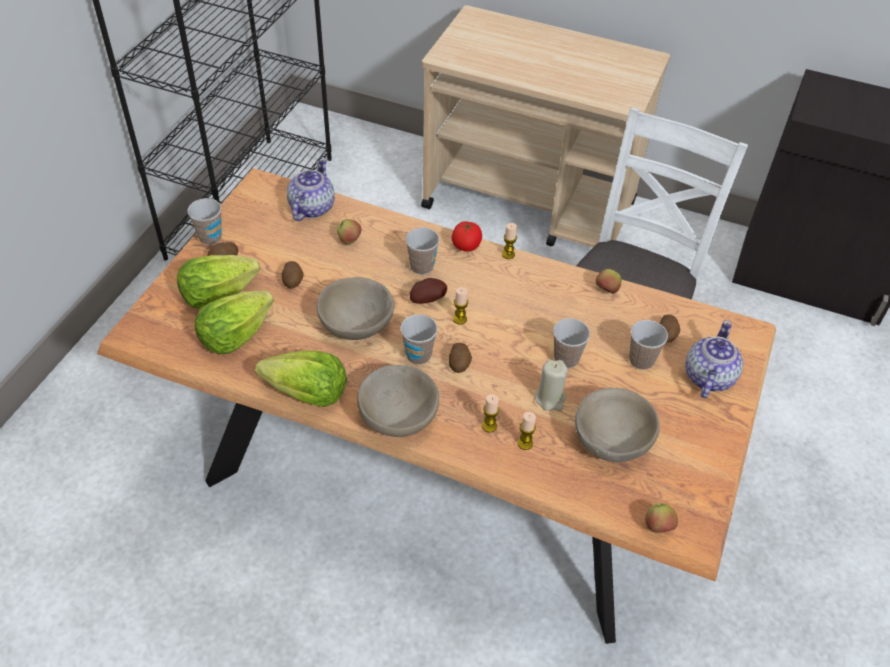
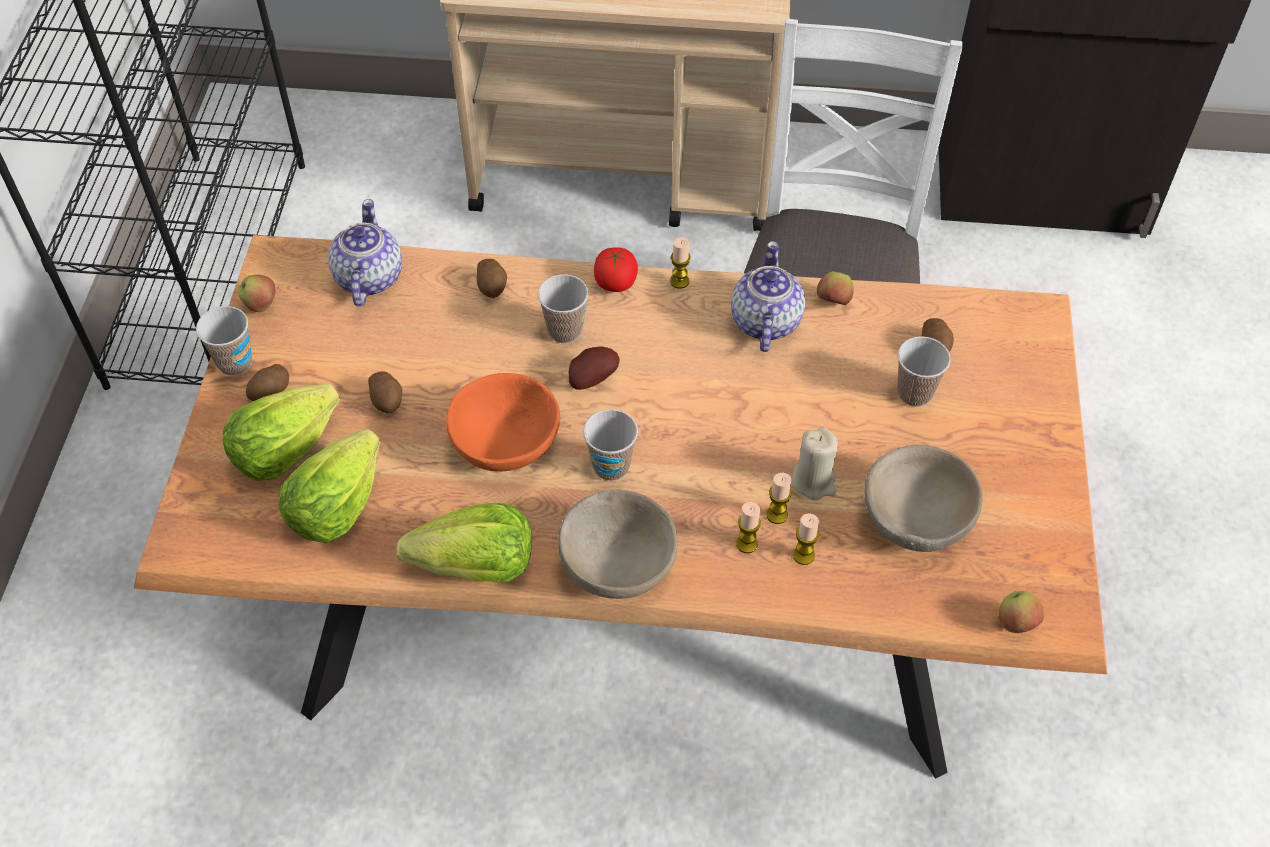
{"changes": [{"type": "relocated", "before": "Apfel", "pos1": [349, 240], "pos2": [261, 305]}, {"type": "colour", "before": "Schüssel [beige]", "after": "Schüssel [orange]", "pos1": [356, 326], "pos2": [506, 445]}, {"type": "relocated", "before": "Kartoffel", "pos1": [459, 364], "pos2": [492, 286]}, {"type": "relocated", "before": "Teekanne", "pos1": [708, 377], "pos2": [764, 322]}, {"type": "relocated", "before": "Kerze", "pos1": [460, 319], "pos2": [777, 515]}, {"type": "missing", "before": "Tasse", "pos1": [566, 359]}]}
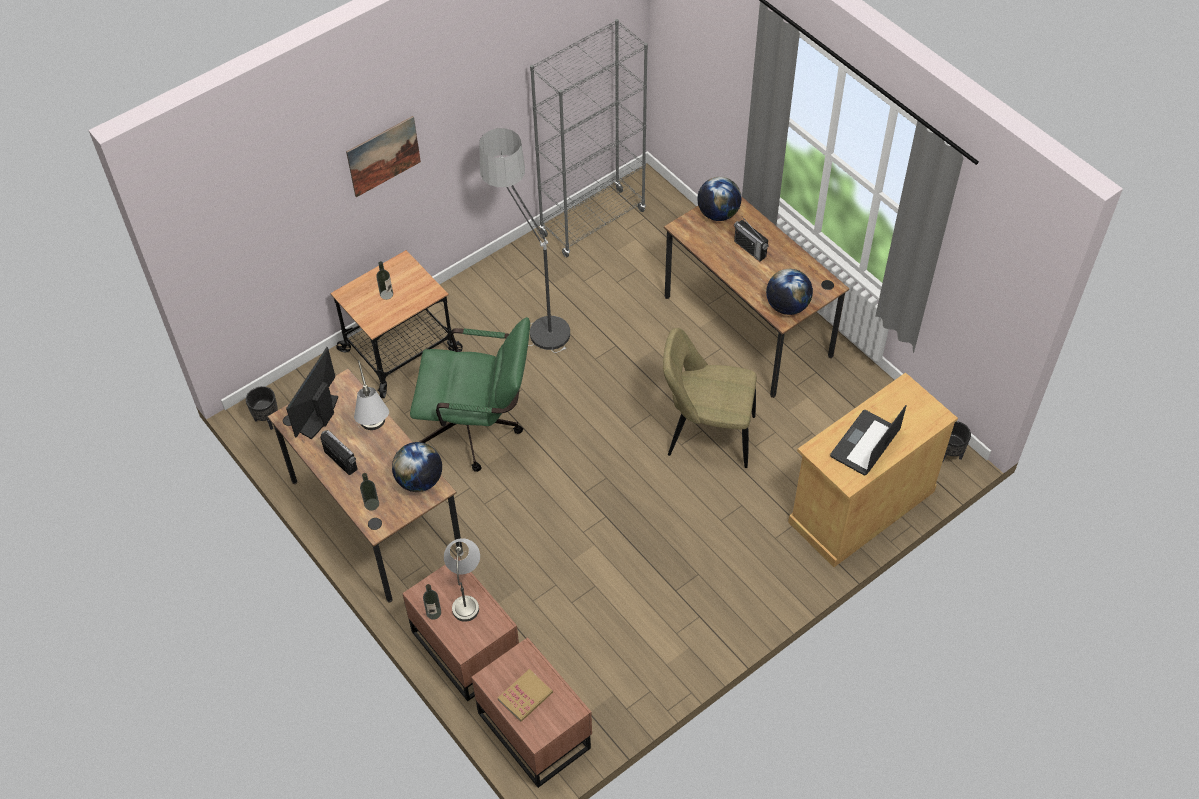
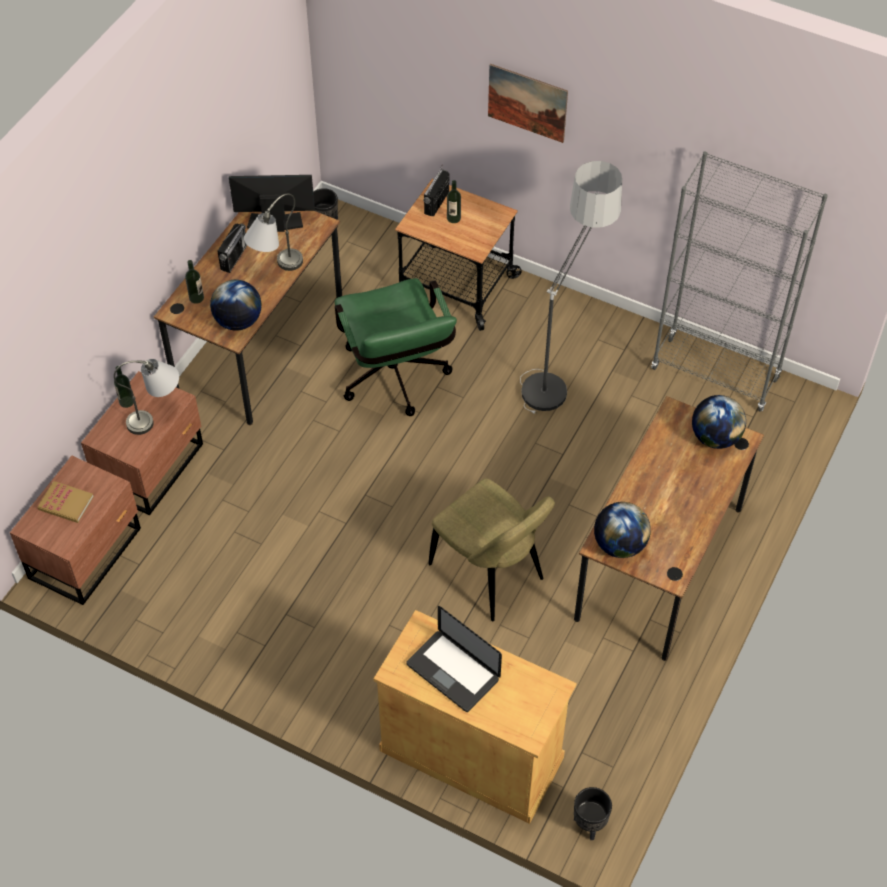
{"changes": [{"type": "spun", "before": "Laptop", "pos1": [865, 444], "pos2": [453, 672], "turn": -150}, {"type": "relocated", "before": "Radio", "pos1": [750, 249], "pos2": [436, 202]}, {"type": "spun", "before": "Stuhl [beige]", "pos1": [706, 435], "pos2": [490, 575], "turn": 150}]}
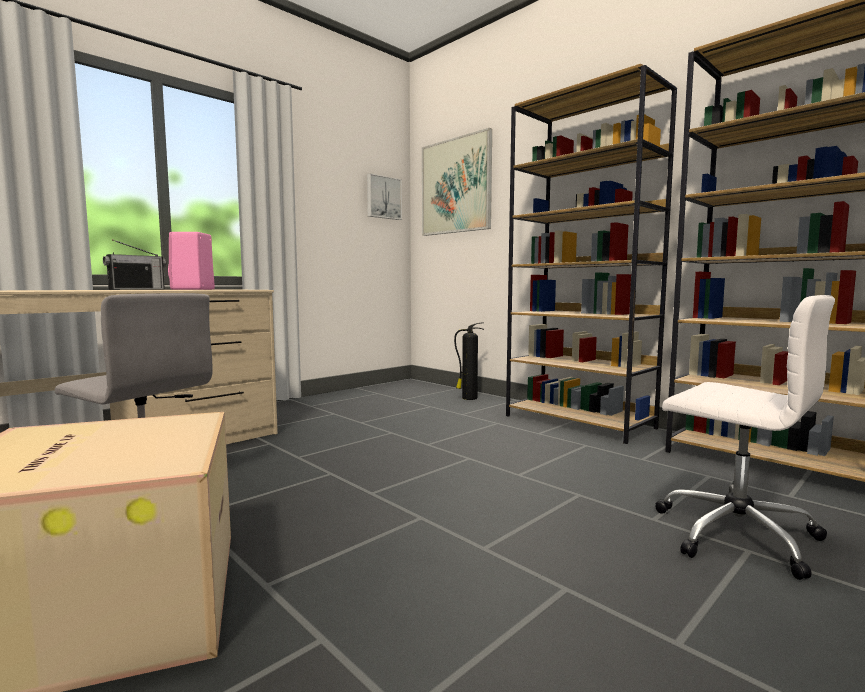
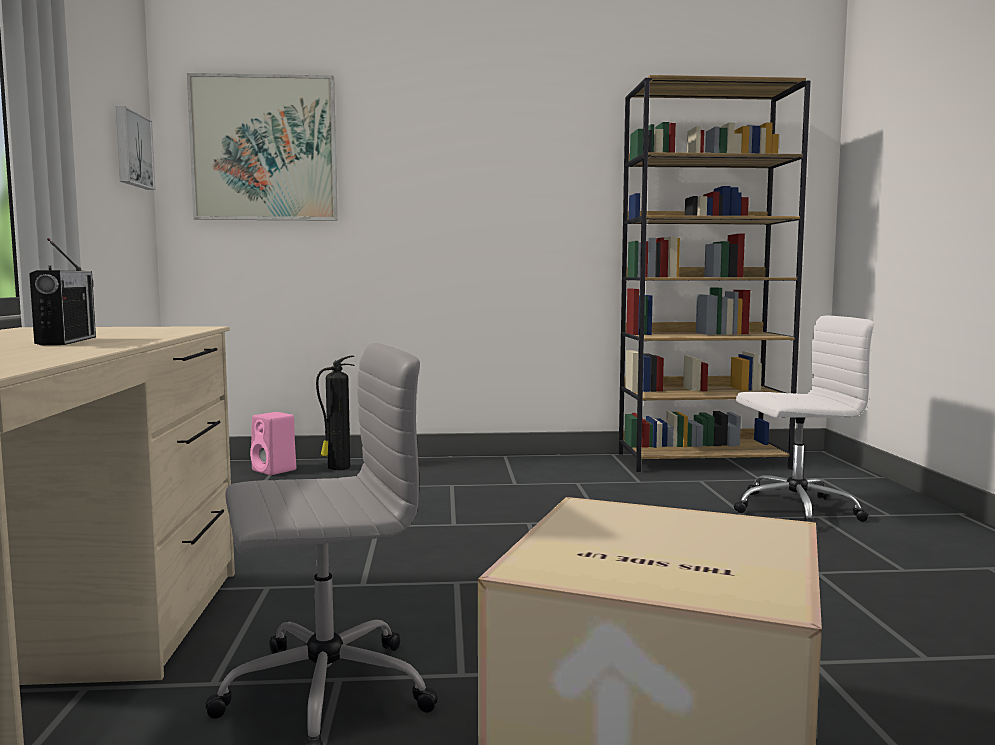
{"changes": [{"type": "relocated", "before": "Lautsprecher [rosa]", "pos1": [192, 289], "pos2": [275, 470]}, {"type": "missing", "before": "Bücherregal [braun]", "pos1": [579, 422]}]}
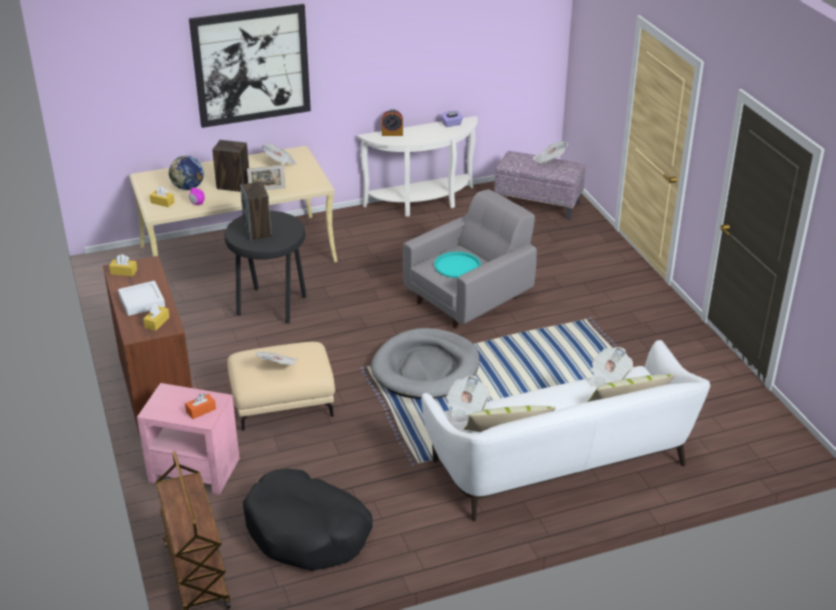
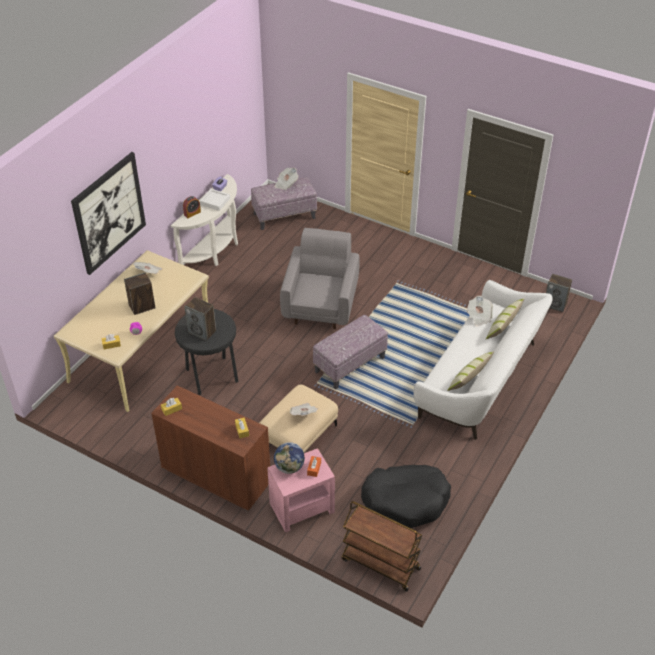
{"changes": [{"type": "relocated", "before": "Tablett [weiß]", "pos1": [142, 301], "pos2": [215, 201]}, {"type": "relocated", "before": "Globus", "pos1": [188, 188], "pos2": [289, 467]}, {"type": "exchanged", "before": "Hundebett [grau]", "after": "Polsterhocker", "pos1": [426, 368], "pos2": [350, 364]}, {"type": "appeared", "after": "Lautsprecher", "pos2": [555, 304]}, {"type": "missing", "before": "Bilderrahmen", "pos1": [267, 189]}, {"type": "missing", "before": "Tablett [türkis]", "pos1": [457, 266]}, {"type": "missing", "before": "Zeitung", "pos1": [466, 409]}]}
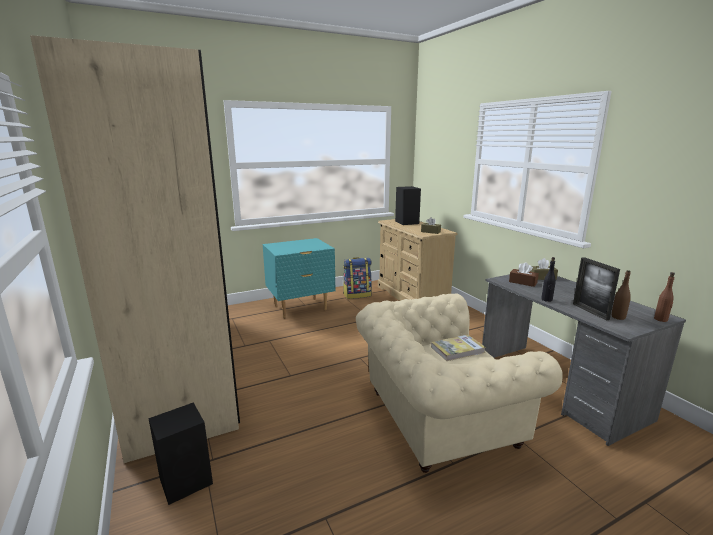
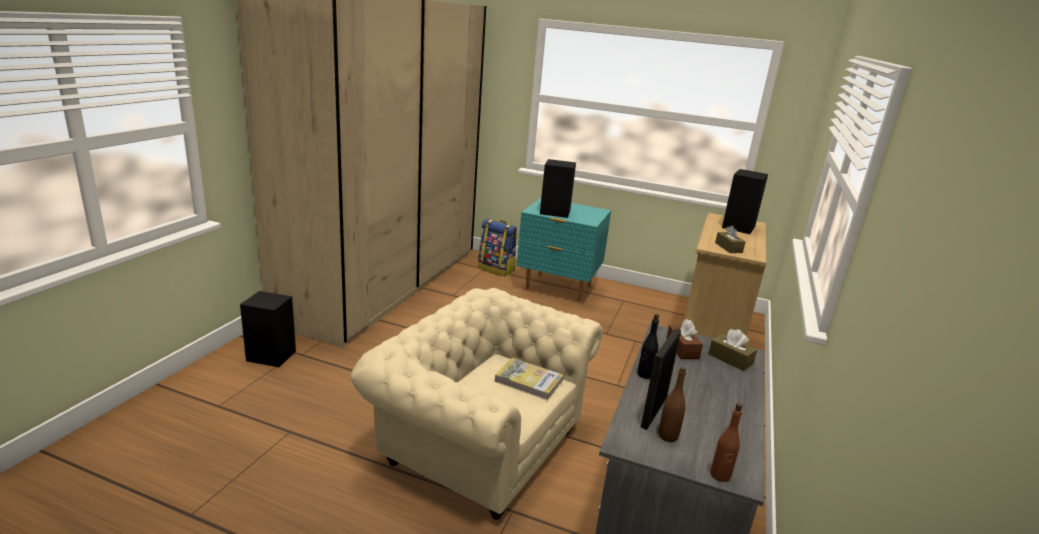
{"changes": [{"type": "relocated", "before": "Rucksack", "pos1": [357, 295], "pos2": [497, 269]}, {"type": "appeared", "after": "Lautsprecher [schwarz]", "pos2": [556, 212]}]}
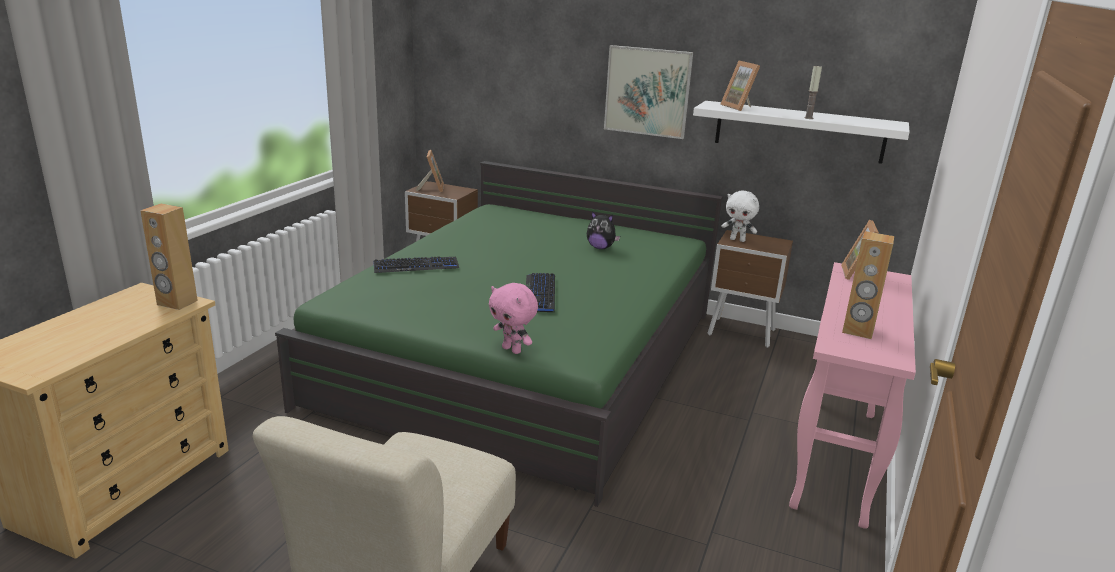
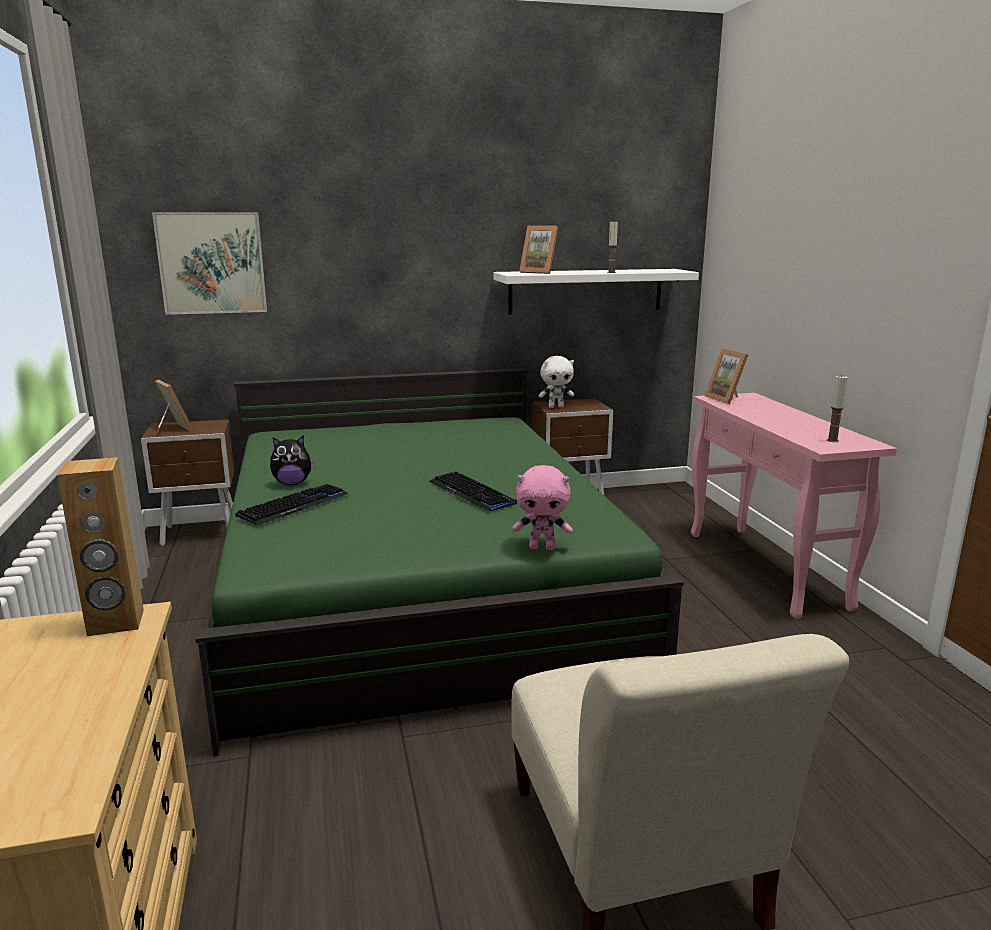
{"changes": [{"type": "relocated", "before": "Bild", "pos1": [647, 91], "pos2": [212, 263]}, {"type": "relocated", "before": "Plüschtier", "pos1": [600, 248], "pos2": [292, 483]}, {"type": "appeared", "after": "Kerze", "pos2": [832, 440]}, {"type": "missing", "before": "Lautsprecher [braun]", "pos1": [858, 331]}]}
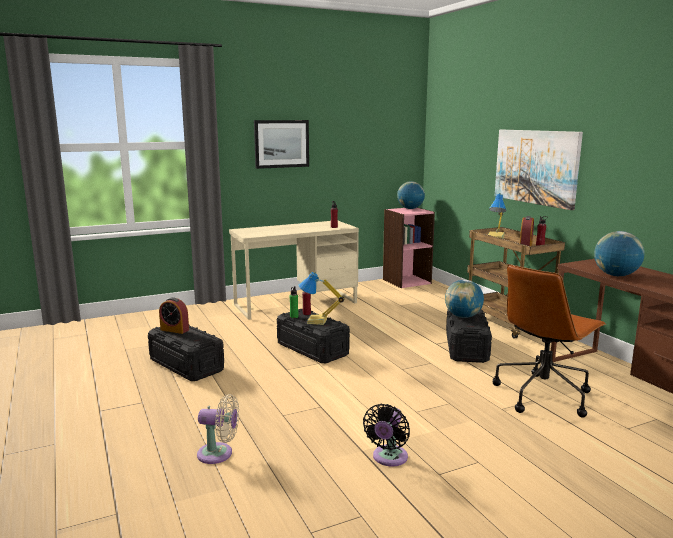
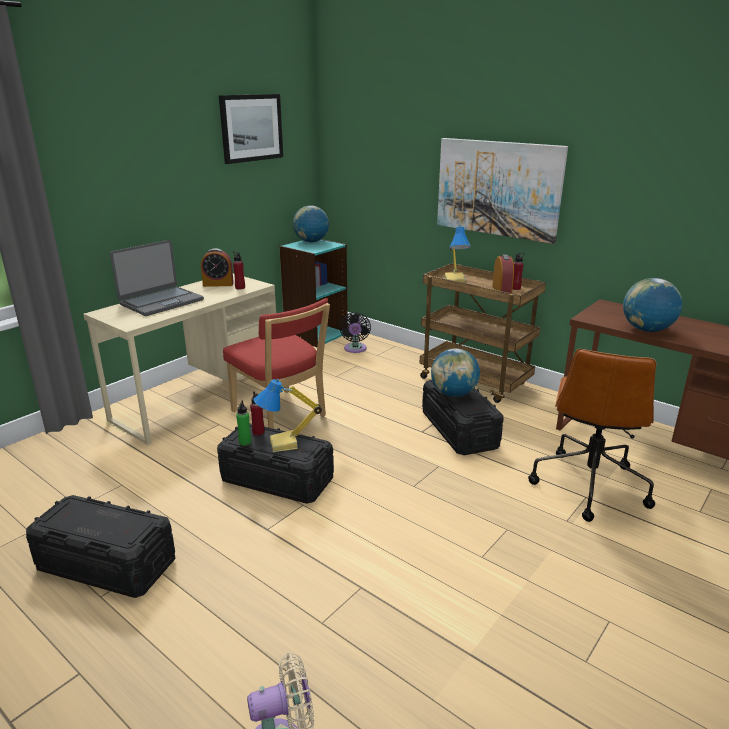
{"changes": [{"type": "appeared", "after": "Laptop", "pos2": [161, 302]}, {"type": "relocated", "before": "Wecker", "pos1": [174, 330], "pos2": [218, 284]}, {"type": "relocated", "before": "Bild", "pos1": [281, 144], "pos2": [251, 128]}, {"type": "appeared", "after": "Stuhl [rot]", "pos2": [281, 415]}, {"type": "colour", "before": "Bücherregal [rosa]", "after": "Bücherregal [türkis]", "pos1": [406, 281], "pos2": [315, 334]}, {"type": "relocated", "before": "Ventilator [schwarz]", "pos1": [388, 458], "pos2": [355, 349]}]}
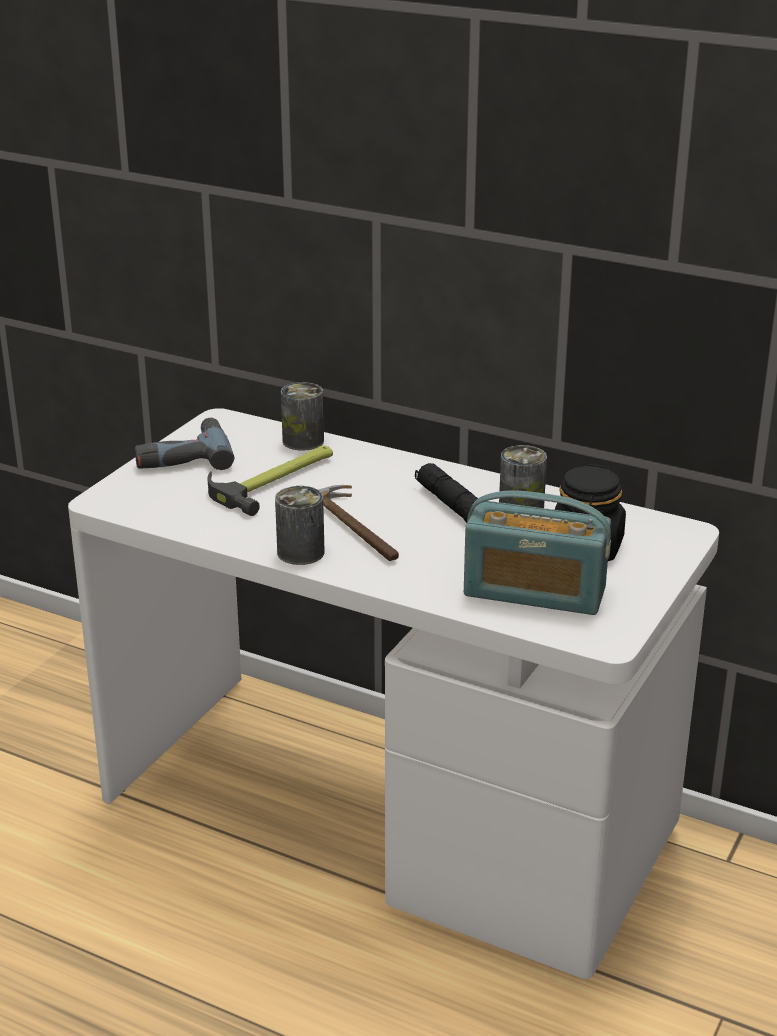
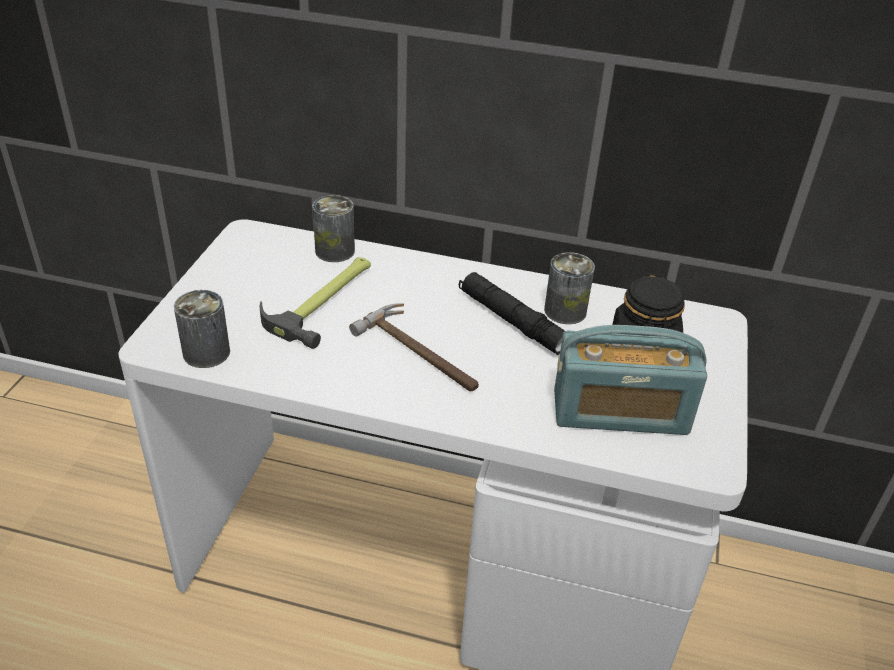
{"changes": [{"type": "relocated", "before": "Dose", "pos1": [300, 552], "pos2": [206, 352]}, {"type": "missing", "before": "Bohrmaschine", "pos1": [182, 455]}]}
